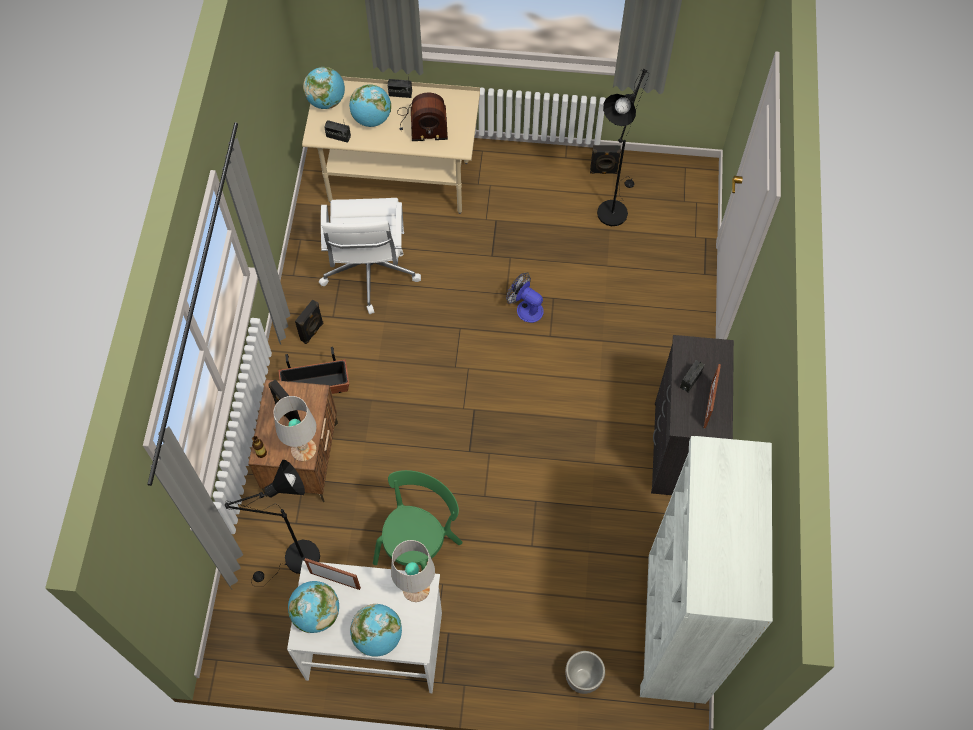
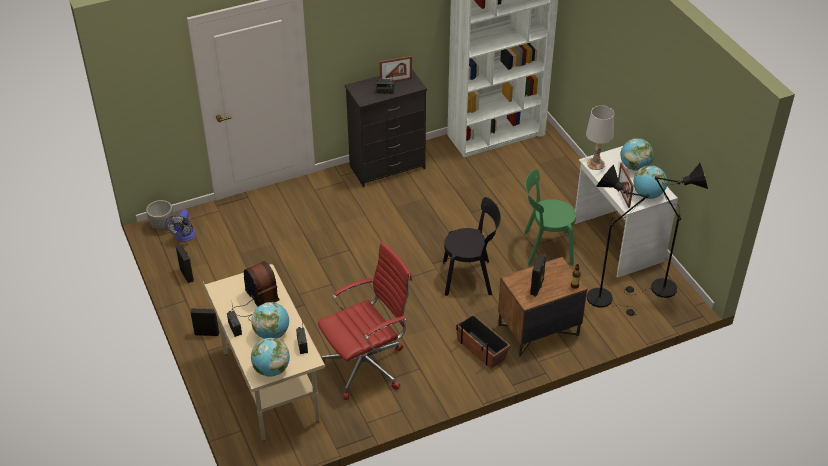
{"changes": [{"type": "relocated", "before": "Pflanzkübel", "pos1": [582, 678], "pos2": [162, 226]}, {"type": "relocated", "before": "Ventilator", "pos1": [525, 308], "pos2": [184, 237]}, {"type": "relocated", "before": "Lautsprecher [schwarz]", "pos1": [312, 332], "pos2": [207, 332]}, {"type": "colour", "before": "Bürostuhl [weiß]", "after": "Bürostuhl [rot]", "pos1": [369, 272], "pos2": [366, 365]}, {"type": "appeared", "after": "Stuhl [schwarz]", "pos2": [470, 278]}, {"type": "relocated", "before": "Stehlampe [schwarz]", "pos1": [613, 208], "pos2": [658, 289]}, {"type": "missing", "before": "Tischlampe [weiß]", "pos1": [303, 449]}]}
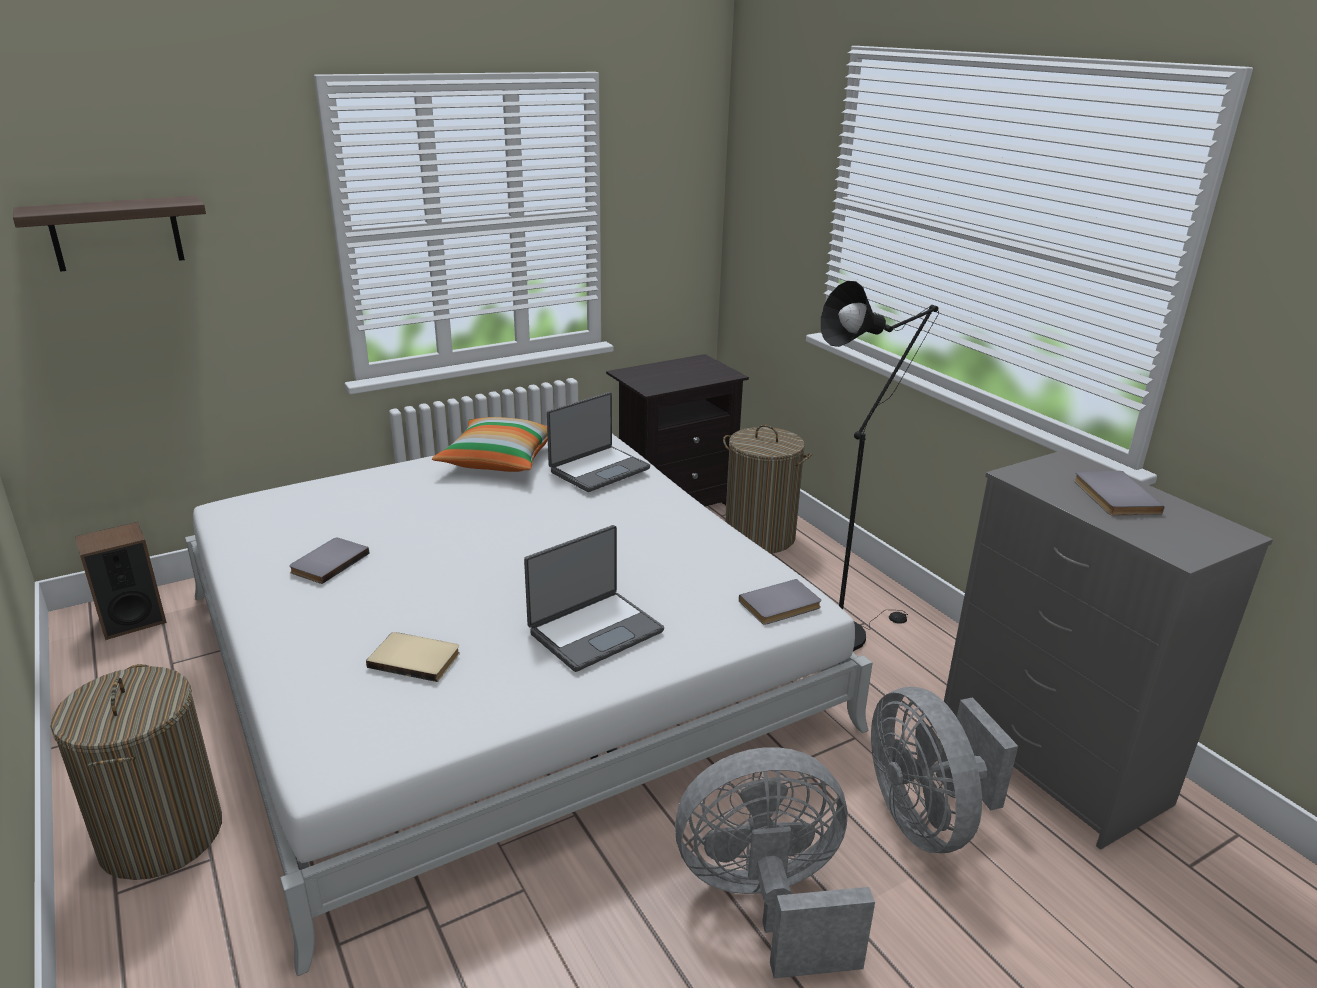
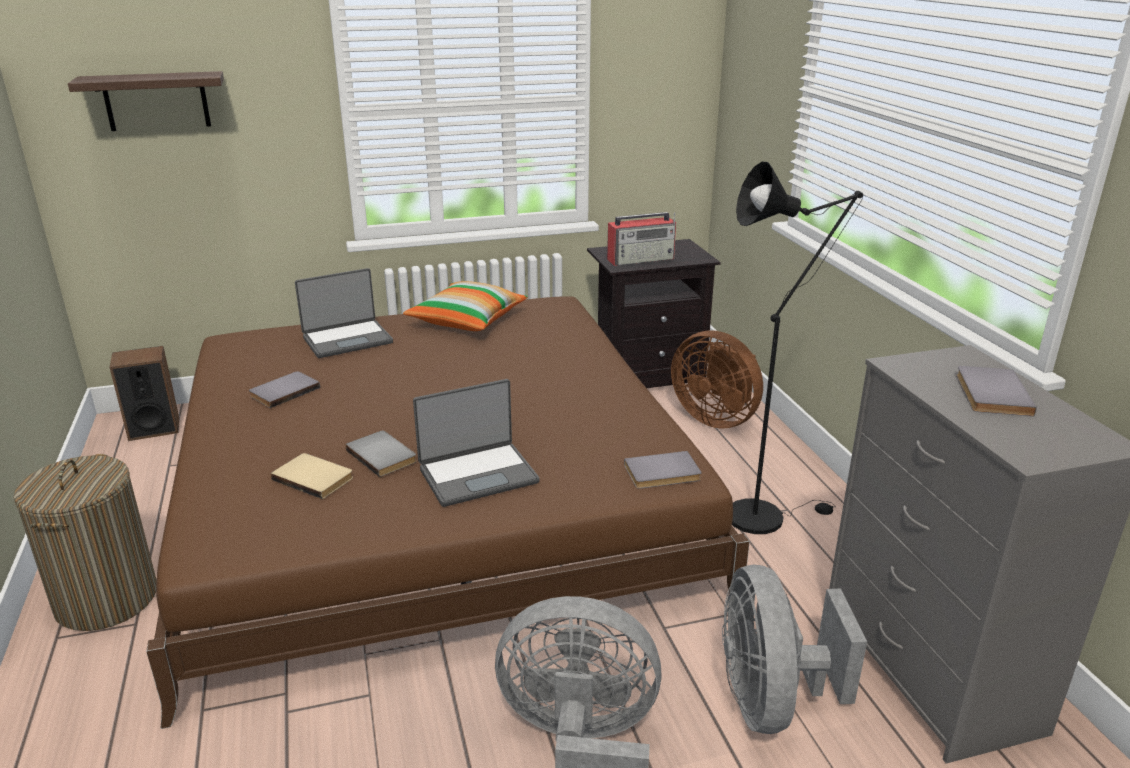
{"changes": [{"type": "colour", "before": "Bett [weiß]", "after": "Bett [braun]", "pos1": [500, 658], "pos2": [431, 496]}, {"type": "relocated", "before": "Laptop", "pos1": [598, 470], "pos2": [347, 339]}, {"type": "appeared", "after": "Buch [grau]", "pos2": [383, 455]}, {"type": "appeared", "after": "Radio", "pos2": [641, 259]}, {"type": "exchanged", "before": "Wäschekorb", "after": "Ventilator [braun]", "pos1": [759, 536], "pos2": [716, 418]}]}
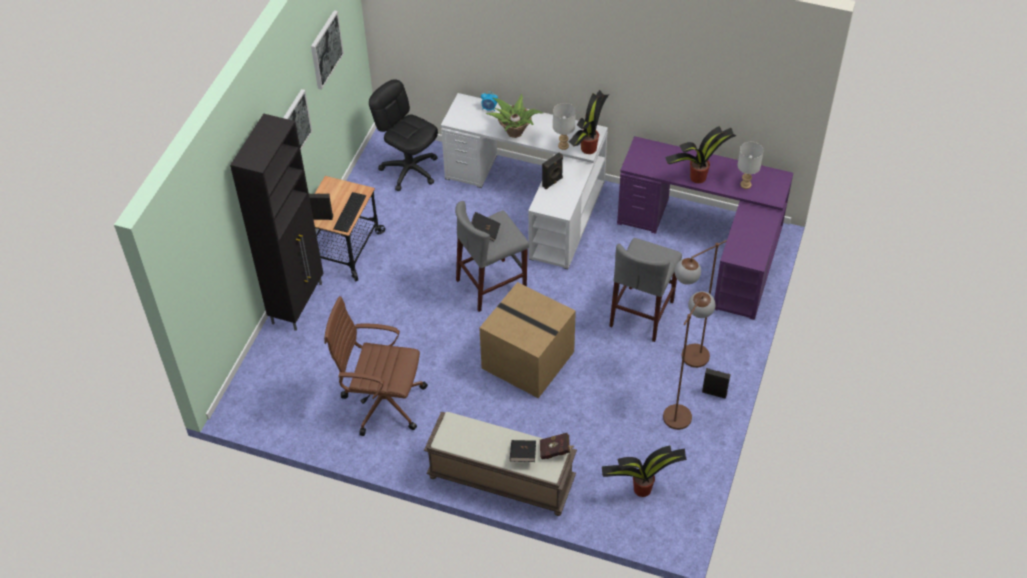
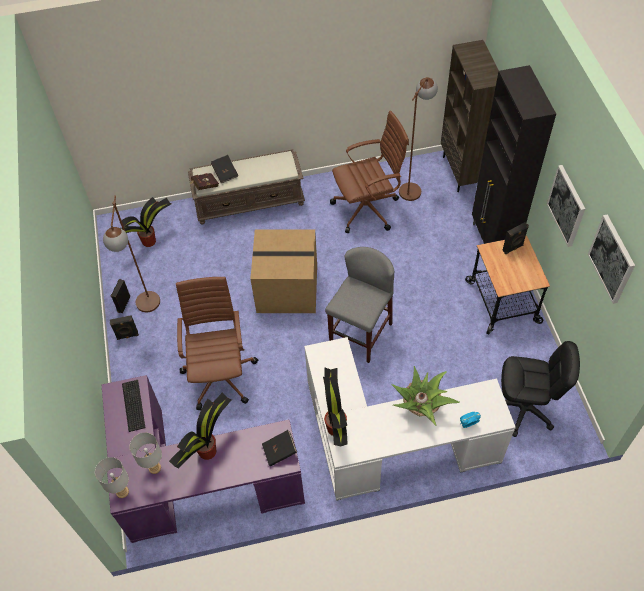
{"changes": [{"type": "relocated", "before": "Tischlampe [grau]", "pos1": [563, 146], "pos2": [122, 491]}, {"type": "relocated", "before": "Lautsprecher [schwarz]", "pos1": [553, 182], "pos2": [123, 304]}, {"type": "relocated", "before": "Tastatur", "pos1": [351, 212], "pos2": [132, 406]}, {"type": "exchanged", "before": "Hocker [grau]", "after": "Bürostuhl [braun]", "pos1": [642, 313], "pos2": [220, 374]}, {"type": "relocated", "before": "Buch [schwarz]", "pos1": [485, 231], "pos2": [280, 451]}, {"type": "relocated", "before": "Stehlampe [braun]", "pos1": [687, 360], "pos2": [413, 186]}, {"type": "appeared", "after": "Bücherregal [braun]", "pos2": [462, 172]}]}
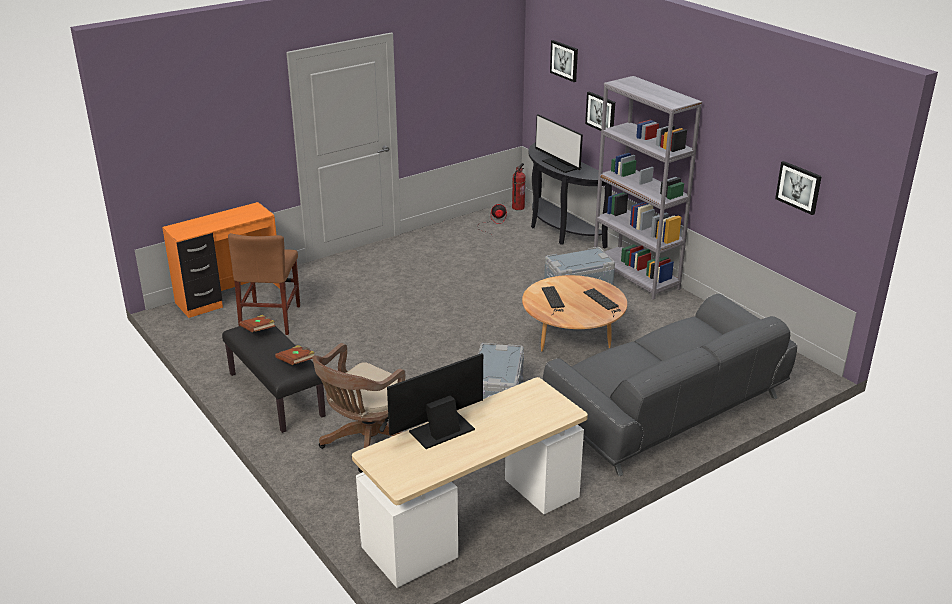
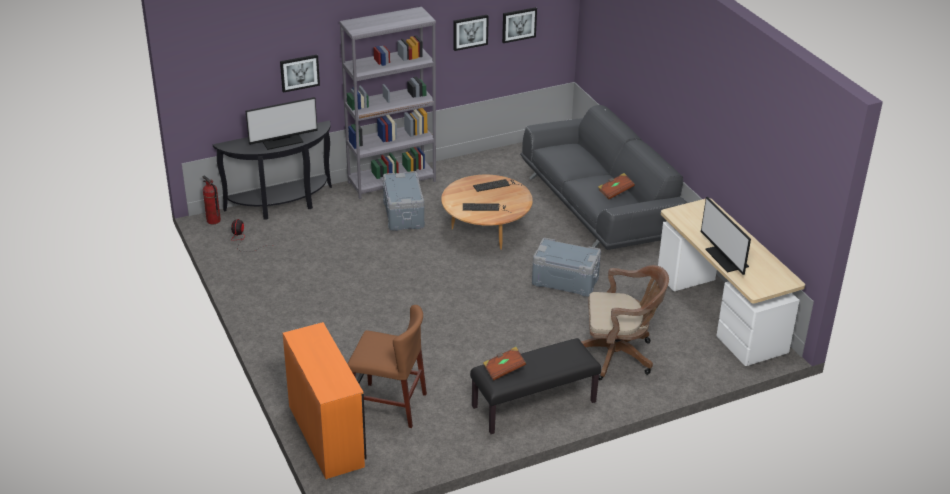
{"changes": [{"type": "relocated", "before": "Bild", "pos1": [564, 60], "pos2": [470, 32]}, {"type": "spun", "before": "Bürostuhl [braun]", "pos1": [366, 444], "pos2": [618, 355], "turn": -45}, {"type": "relocated", "before": "Buch [braun]", "pos1": [296, 362], "pos2": [615, 192]}]}
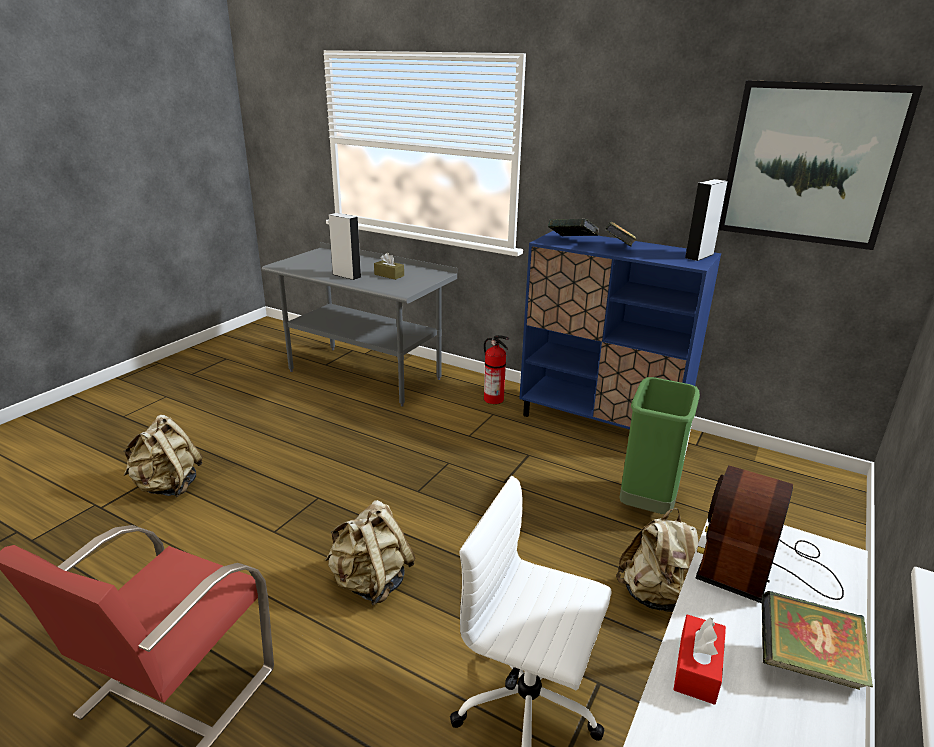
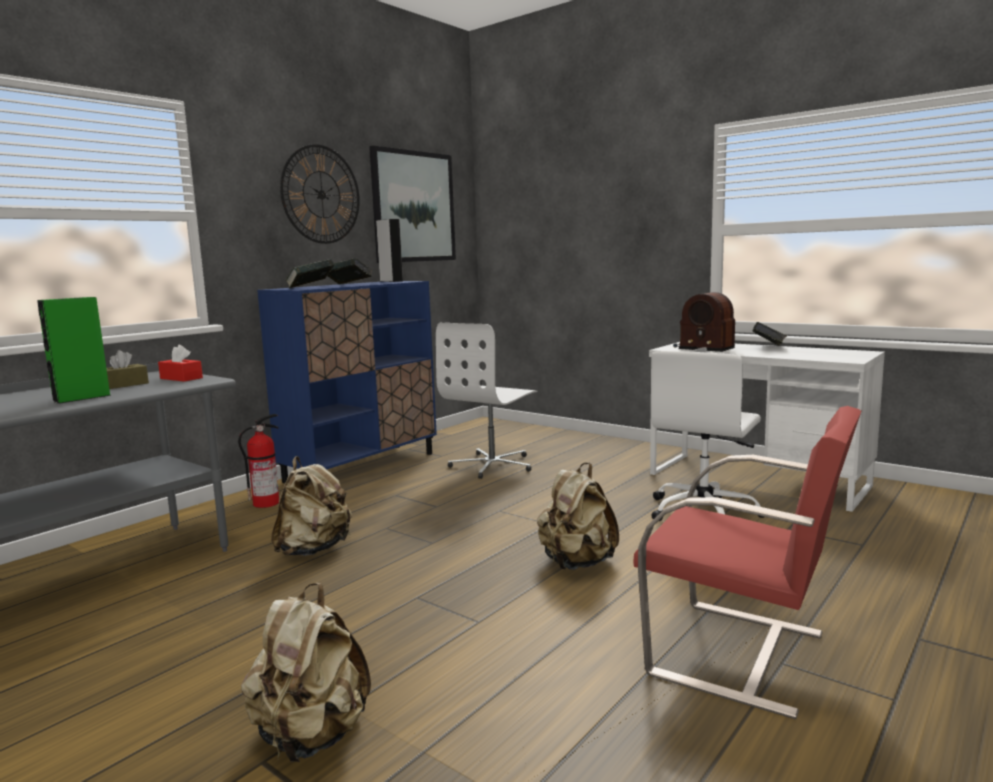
{"changes": [{"type": "colour", "before": "Lautsprecher [grau]", "after": "Lautsprecher [grün]", "pos1": [346, 275], "pos2": [82, 398]}, {"type": "relocated", "before": "Taschentuchbox [rot]", "pos1": [697, 668], "pos2": [181, 378]}, {"type": "relocated", "before": "Rucksack [beige]", "pos1": [659, 598], "pos2": [314, 550]}, {"type": "appeared", "after": "Wanduhr", "pos2": [321, 194]}, {"type": "exchanged", "before": "Mülleimer [grün]", "after": "Bürostuhl [weiß]", "pos1": [647, 504], "pos2": [493, 465]}]}
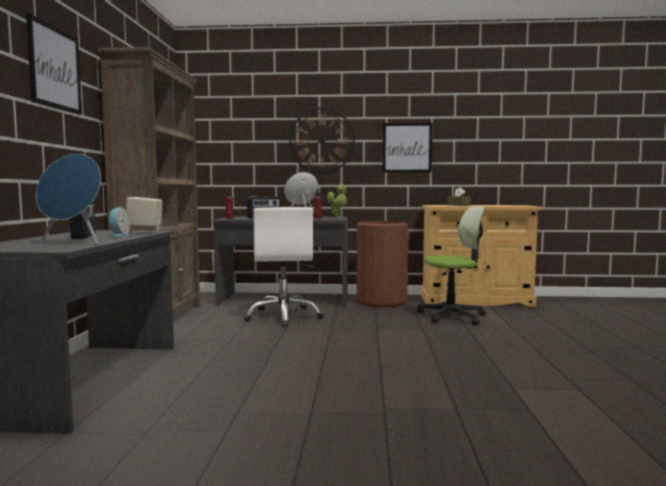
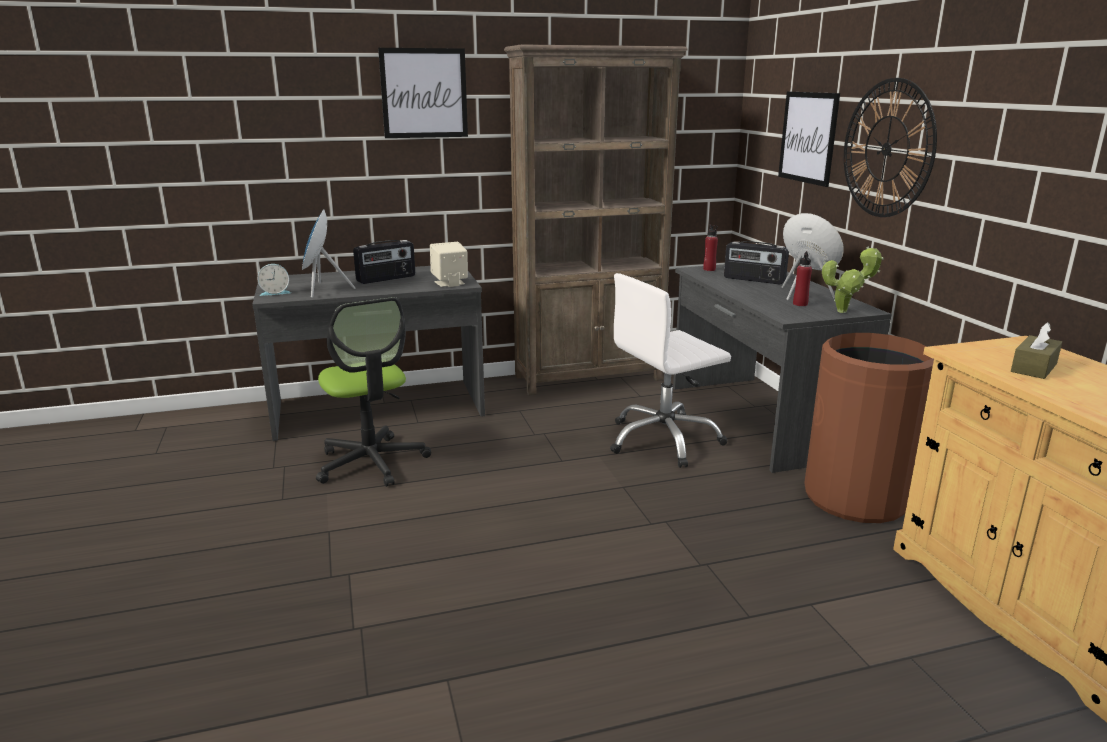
{"changes": [{"type": "relocated", "before": "Wecker", "pos1": [118, 235], "pos2": [275, 293]}, {"type": "relocated", "before": "Bürostuhl", "pos1": [452, 316], "pos2": [372, 462]}, {"type": "relocated", "before": "Bild", "pos1": [407, 147], "pos2": [808, 137]}]}
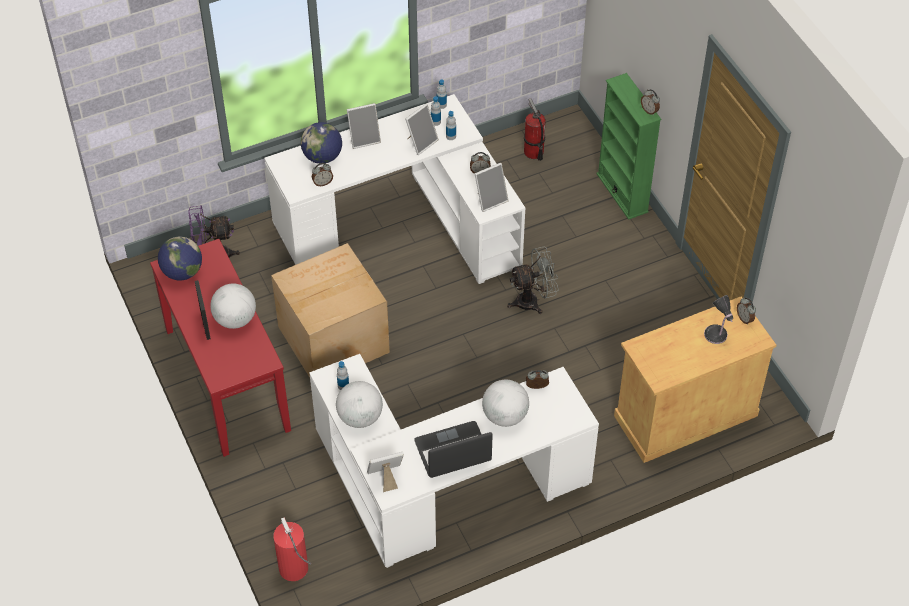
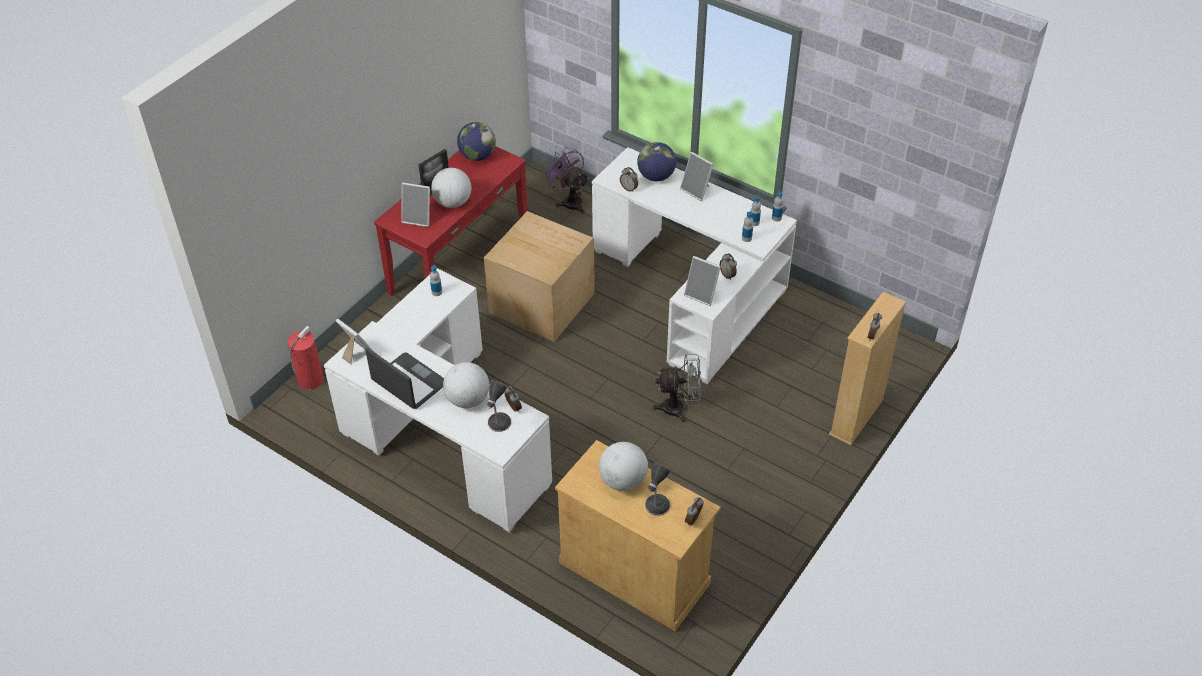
{"changes": [{"type": "relocated", "before": "Bilderrahmen", "pos1": [421, 142], "pos2": [418, 218]}, {"type": "appeared", "after": "Tischlampe", "pos2": [498, 423]}, {"type": "relocated", "before": "Globus", "pos1": [360, 417], "pos2": [623, 481]}, {"type": "spun", "before": "Ventilator [grau]", "pos1": [533, 301], "pos2": [679, 408], "turn": -45}, {"type": "colour", "before": "Bücherregal [grün]", "after": "Bücherregal [beige]", "pos1": [622, 193], "pos2": [856, 417]}, {"type": "missing", "before": "Feuerlöscher", "pos1": [533, 152]}]}
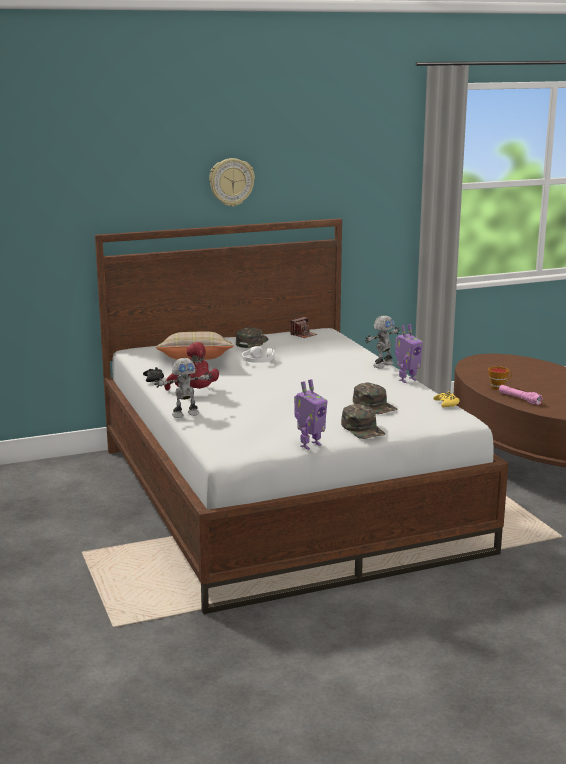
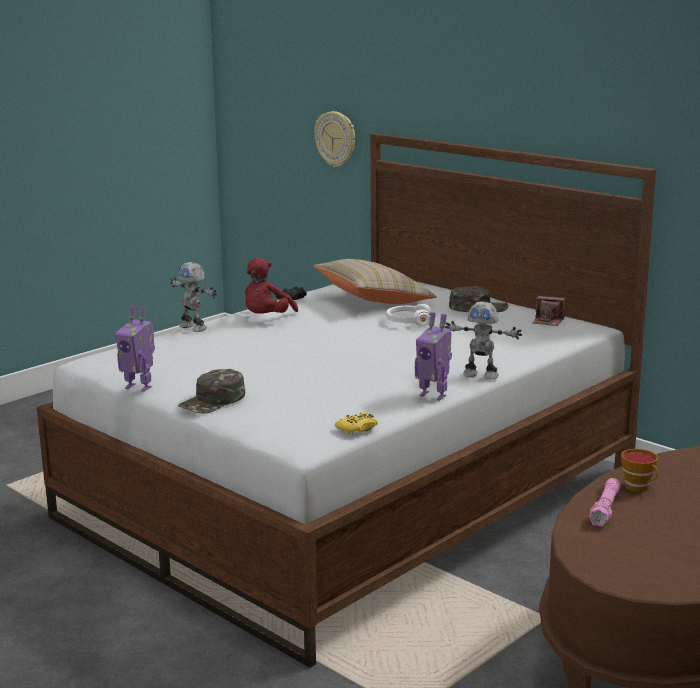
{"changes": [{"type": "relocated", "before": "Wanduhr", "pos1": [231, 182], "pos2": [336, 139]}, {"type": "missing", "before": "Kappe [grün]", "pos1": [374, 405]}]}
